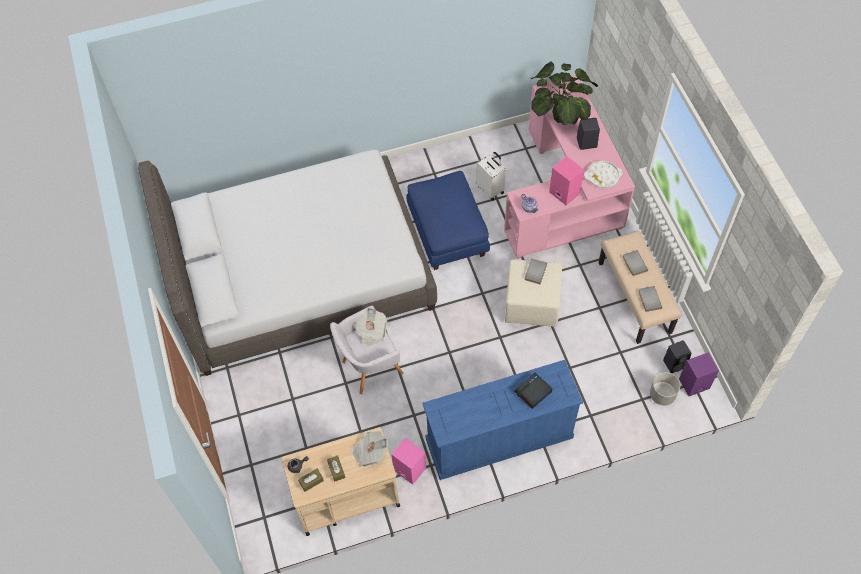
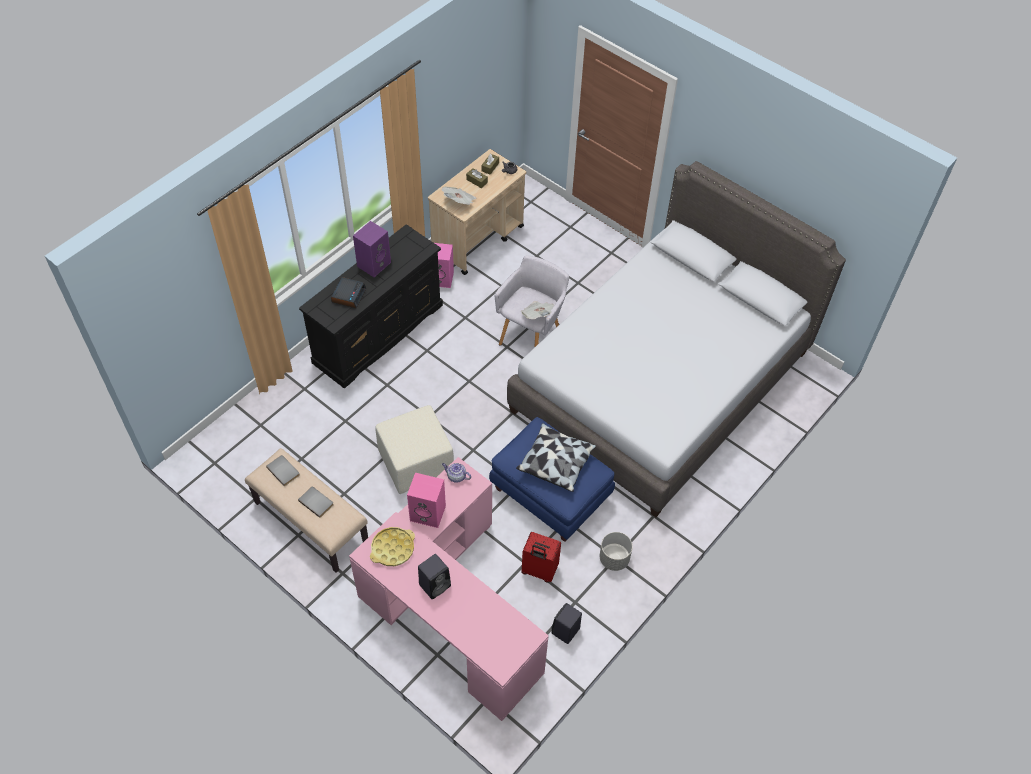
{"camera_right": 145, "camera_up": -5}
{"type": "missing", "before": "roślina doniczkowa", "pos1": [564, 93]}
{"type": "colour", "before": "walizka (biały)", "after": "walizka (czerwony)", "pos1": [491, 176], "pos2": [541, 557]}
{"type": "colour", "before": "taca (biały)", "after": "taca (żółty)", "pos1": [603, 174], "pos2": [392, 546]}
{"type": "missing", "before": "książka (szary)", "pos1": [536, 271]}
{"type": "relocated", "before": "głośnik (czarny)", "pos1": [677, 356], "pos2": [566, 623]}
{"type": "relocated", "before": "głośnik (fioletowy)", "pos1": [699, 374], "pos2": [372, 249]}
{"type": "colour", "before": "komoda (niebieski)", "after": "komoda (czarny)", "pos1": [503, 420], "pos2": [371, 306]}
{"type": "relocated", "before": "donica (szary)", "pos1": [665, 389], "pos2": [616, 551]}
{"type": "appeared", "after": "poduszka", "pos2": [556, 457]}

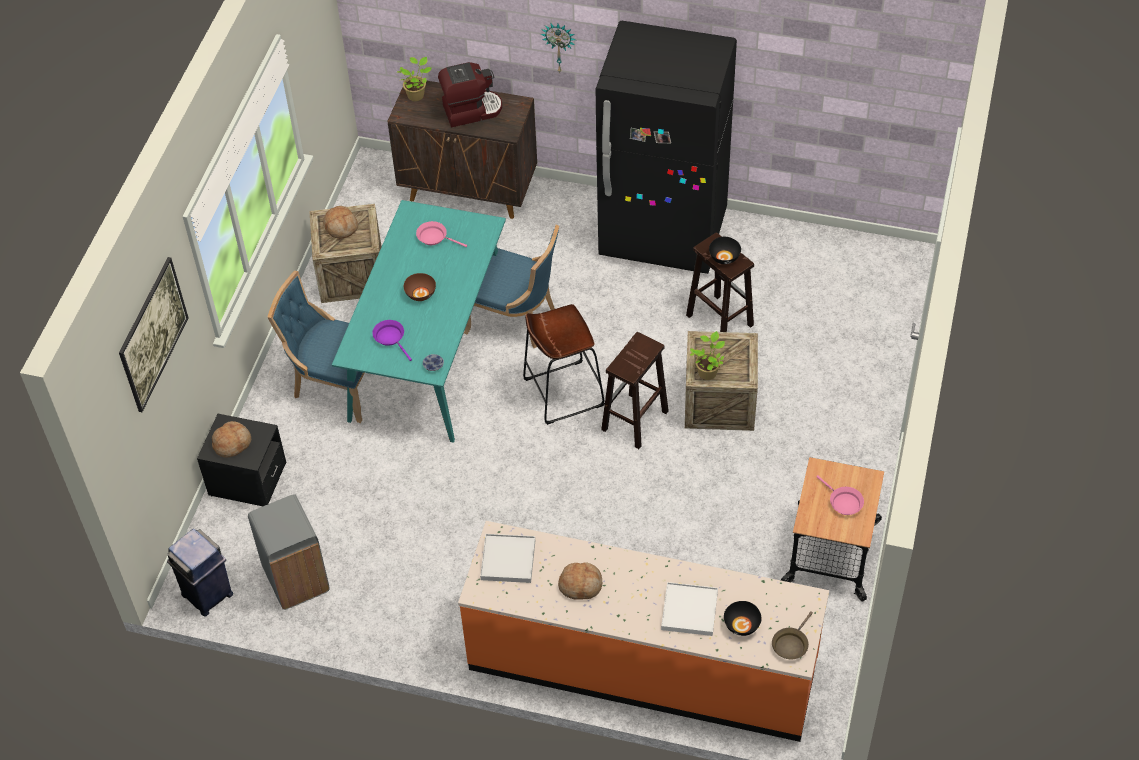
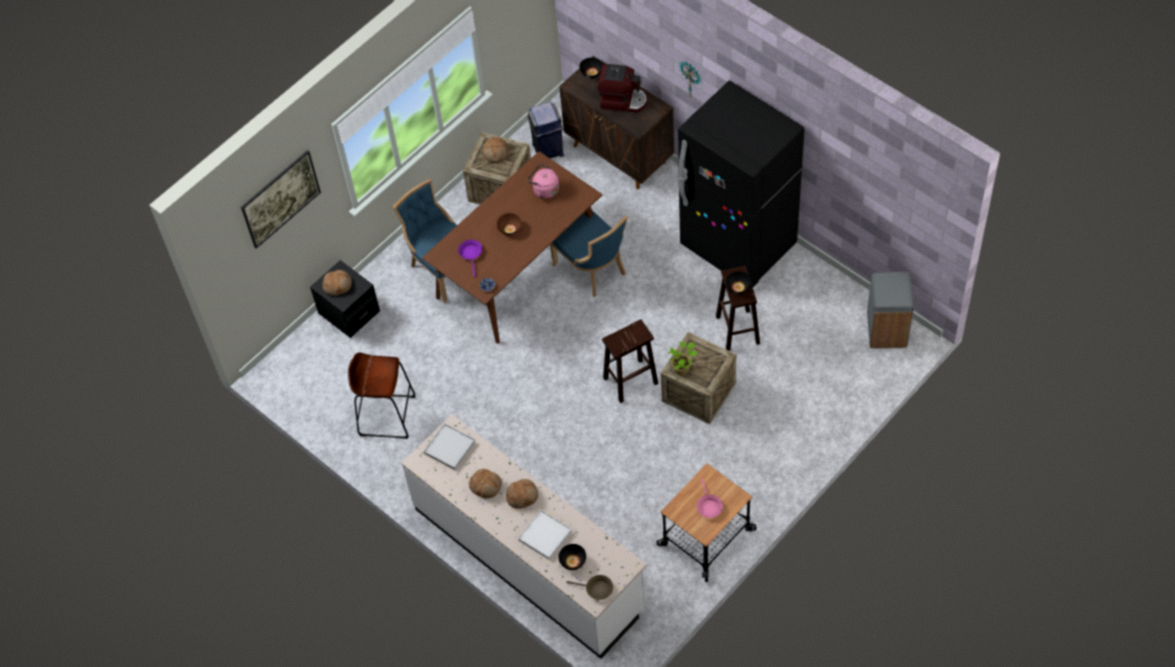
{"camera_right": 30, "camera_up": 5}
{"type": "exchanged", "before": "roślina doniczkowa", "after": "miska (czarny)", "pos1": [414, 79], "pos2": [591, 67]}
{"type": "colour", "before": "stół jadalny (turkusowy)", "after": "stół jadalny (brązowy)", "pos1": [419, 321], "pos2": [512, 247]}
{"type": "exchanged", "before": "patelnia (różowy)", "after": "czajnik (różowy)", "pos1": [441, 234], "pos2": [543, 181]}
{"type": "relocated", "before": "stołek (brązowy)", "pos1": [564, 364], "pos2": [382, 395]}
{"type": "relocated", "before": "kosz na śmieci (szary)", "pos1": [289, 552], "pos2": [890, 310]}
{"type": "colour", "before": "zabudowa kuchenna (pomarańczowy)", "after": "zabudowa kuchenna (biały)", "pos1": [643, 631], "pos2": [524, 536]}
{"type": "relocated", "before": "kosz na śmieci (niebieski)", "pos1": [200, 572], "pos2": [545, 130]}
{"type": "spun", "before": "patelnia (brązowy)", "pos1": [792, 635], "pos2": [589, 587], "turn": -135}
{"type": "appeared", "after": "chleb", "pos2": [522, 494]}

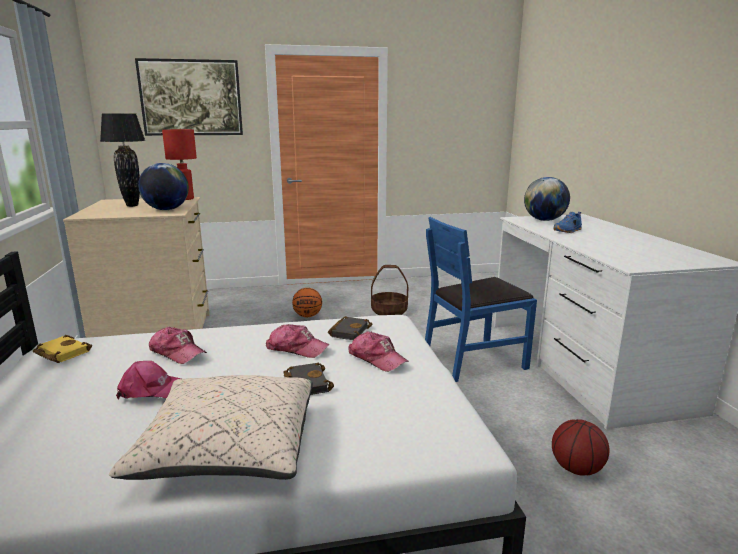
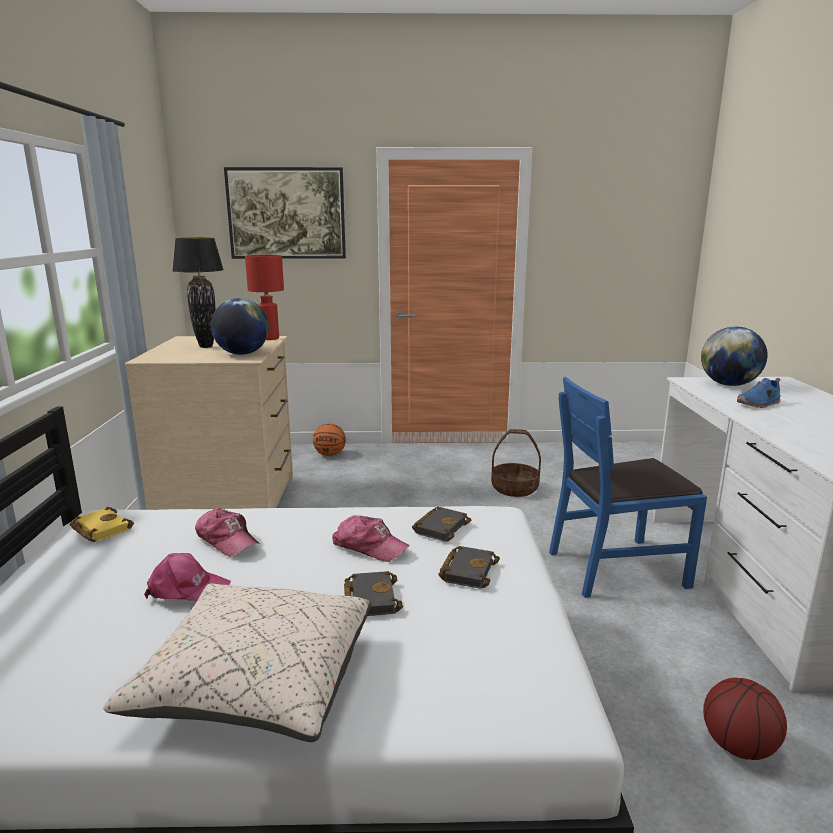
{"camera_right": 10, "camera_up": 0}
{"type": "relocated", "before": "piłka do koszykówki", "pos1": [307, 302], "pos2": [329, 440]}
{"type": "exchanged", "before": "czapka z daszkiem", "after": "książka (czarny)", "pos1": [378, 352], "pos2": [469, 567]}

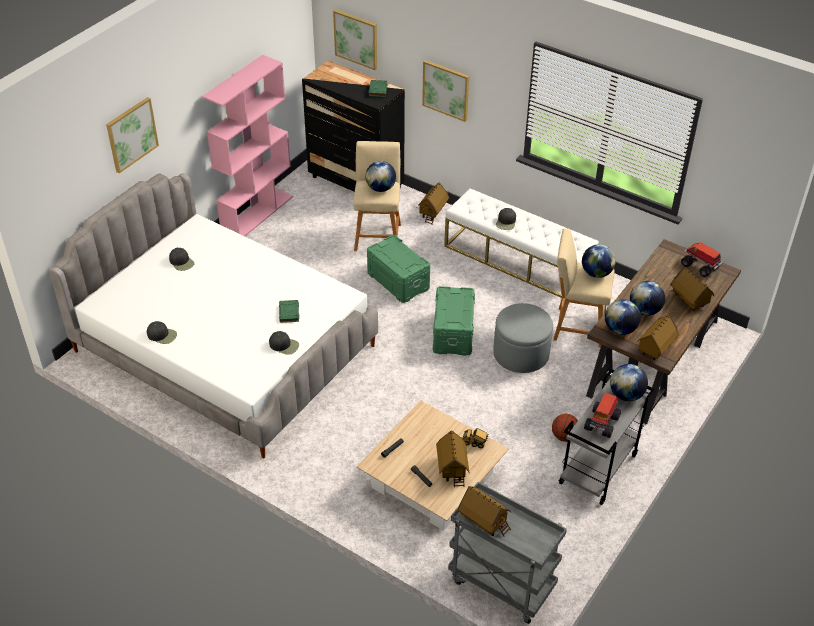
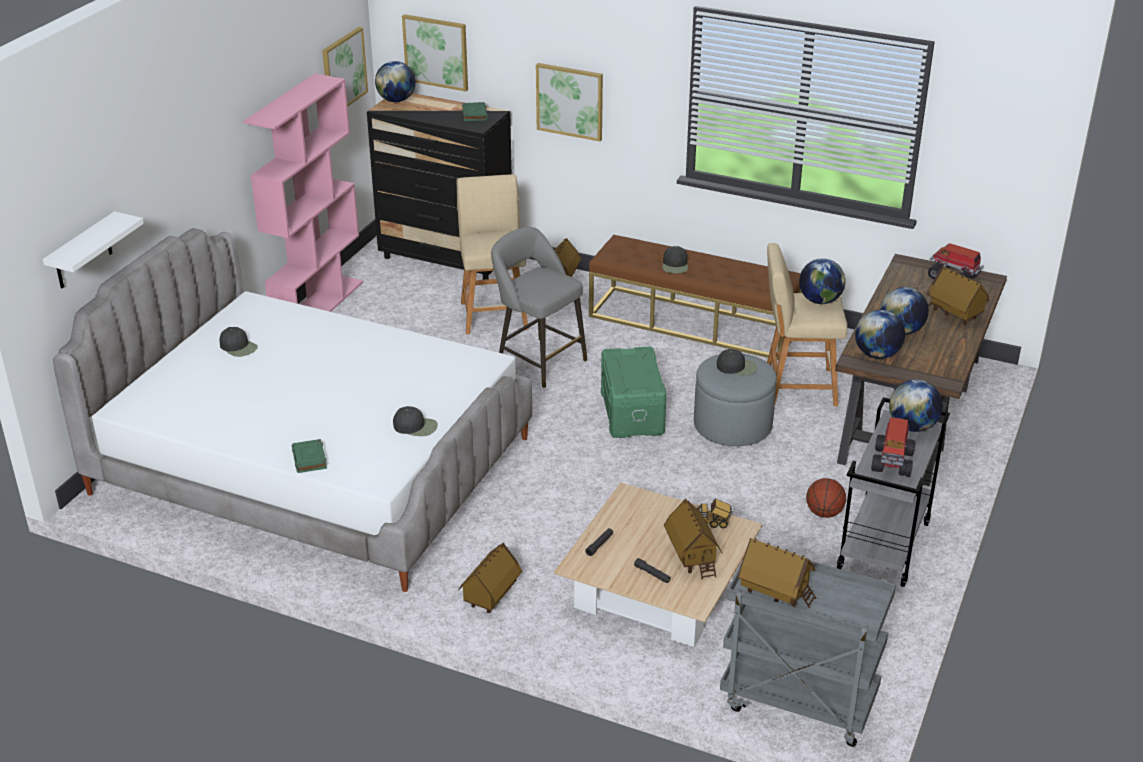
{"camera_right": -10, "camera_up": -10}
{"type": "relocated", "before": "obraz", "pos1": [132, 135], "pos2": [345, 66]}
{"type": "relocated", "before": "globus", "pos1": [380, 176], "pos2": [395, 81]}
{"type": "colour", "before": "ławka (biały)", "after": "ławka (brązowy)", "pos1": [521, 243], "pos2": [695, 297]}
{"type": "exchanged", "before": "pojemnik do przechowywania (zielony)", "after": "stołek (szary)", "pos1": [398, 269], "pos2": [539, 307]}
{"type": "relocated", "before": "książka (zielony)", "pos1": [289, 311], "pos2": [309, 456]}
{"type": "relocated", "before": "domek", "pos1": [657, 337], "pos2": [490, 578]}
{"type": "relocated", "before": "czapka z daszkiem (czarny)", "pos1": [162, 332], "pos2": [737, 362]}
{"type": "appeared", "after": "półka (biały)", "pos2": [93, 249]}

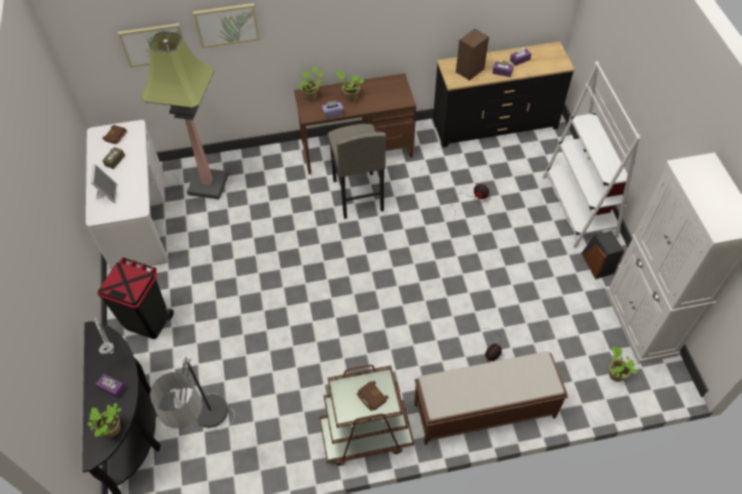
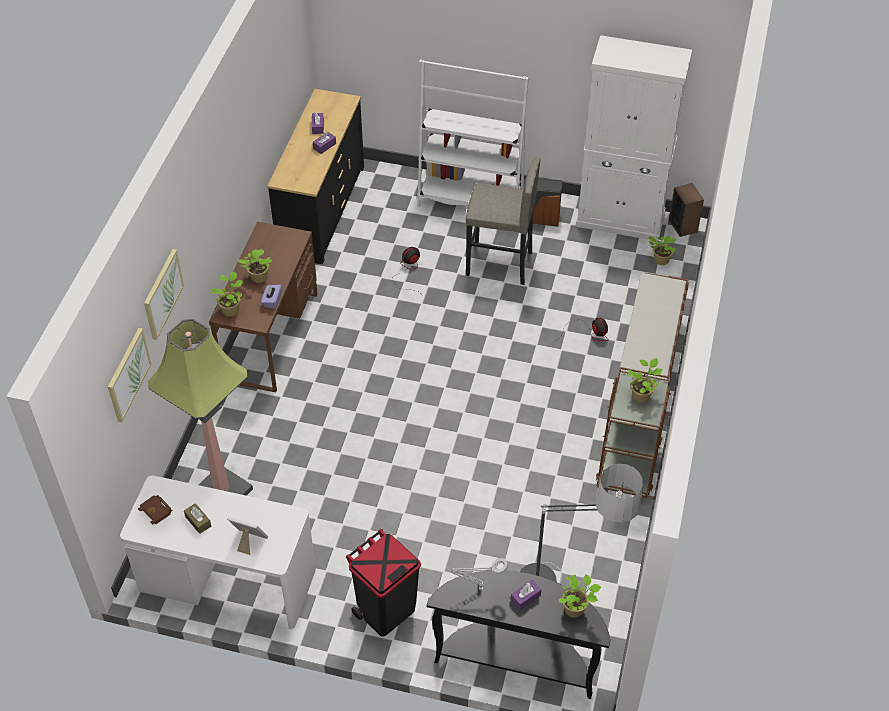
{"camera_right": -65, "camera_up": -5}
{"type": "relocated", "before": "głośnik", "pos1": [472, 55], "pos2": [686, 210]}
{"type": "relocated", "before": "stołek (szary)", "pos1": [357, 171], "pos2": [503, 221]}
{"type": "exchanged", "before": "książka (brązowy)", "after": "roślina doniczkowa", "pos1": [373, 396], "pos2": [645, 380]}

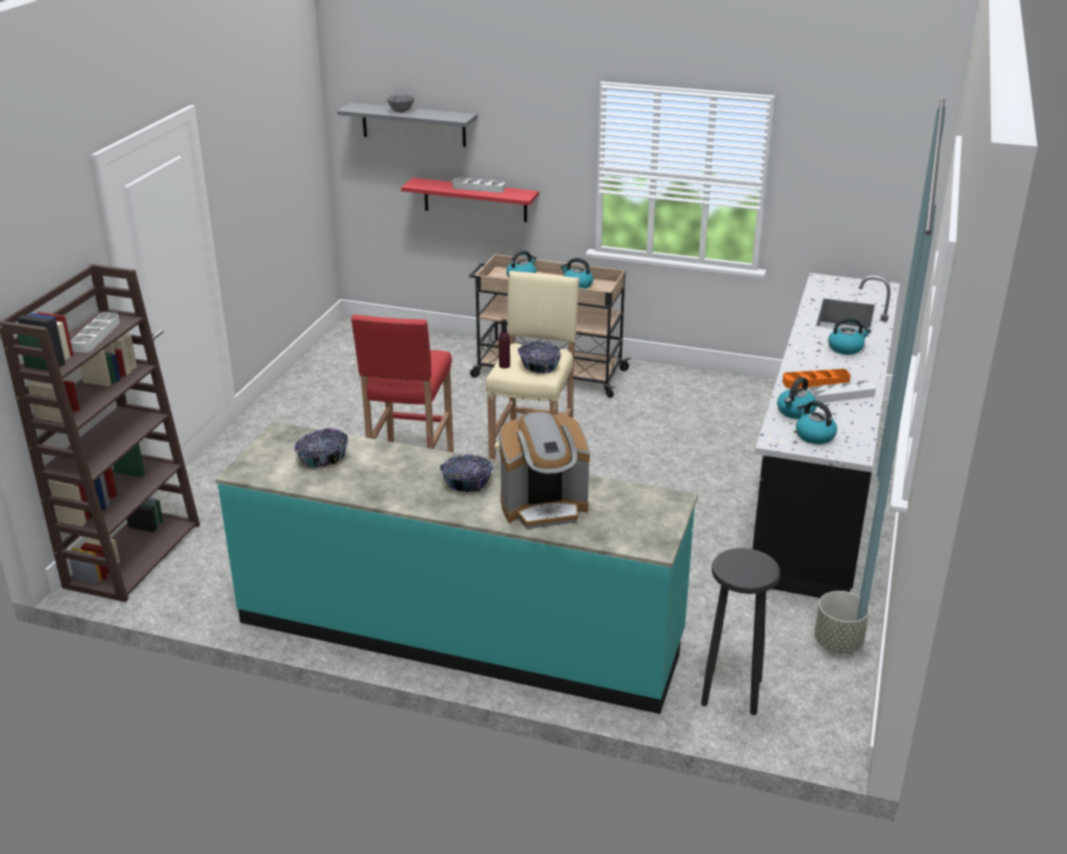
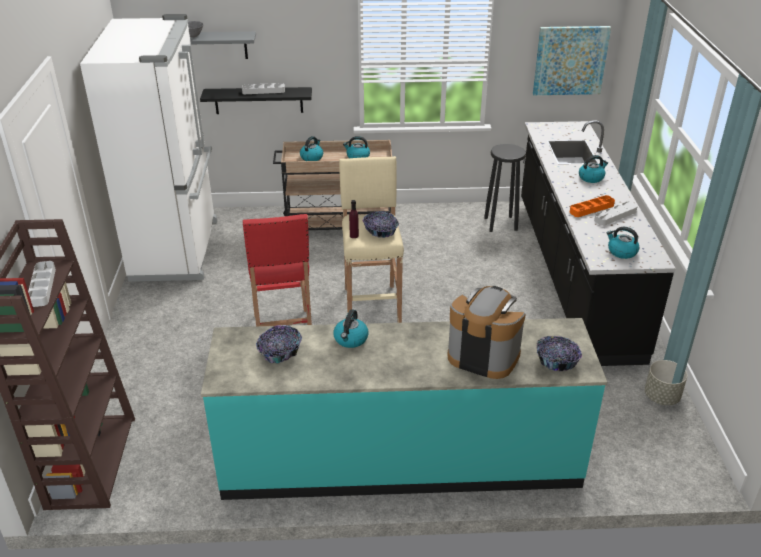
{"camera_right": -20, "camera_up": 5}
{"type": "colour", "before": "półka (czerwony)", "after": "półka (czarny)", "pos1": [470, 200], "pos2": [256, 100]}
{"type": "relocated", "before": "czajnik", "pos1": [797, 398], "pos2": [351, 328]}
{"type": "spun", "before": "ekspres do kawy", "pos1": [544, 469], "pos2": [486, 332], "turn": -120}
{"type": "relocated", "before": "miska", "pos1": [466, 473], "pos2": [559, 353]}
{"type": "relocated", "before": "stołek (czarny)", "pos1": [740, 631], "pos2": [505, 188]}
{"type": "appeared", "after": "lodówka (biały)", "pos2": [149, 148]}
{"type": "appeared", "after": "obraz", "pos2": [572, 60]}

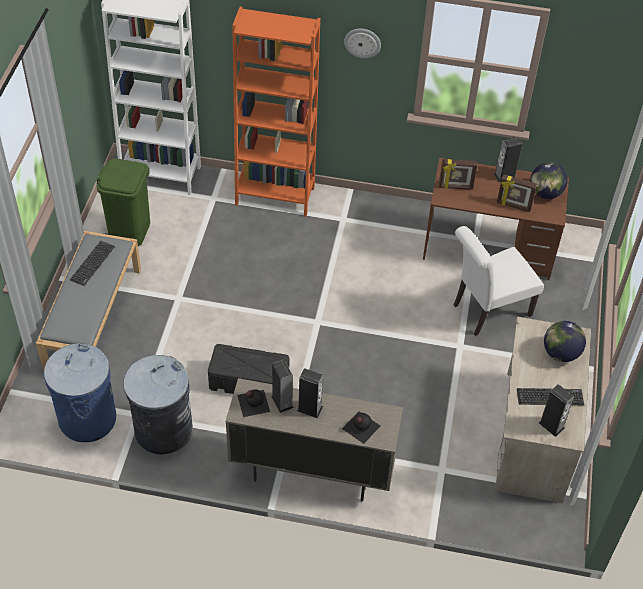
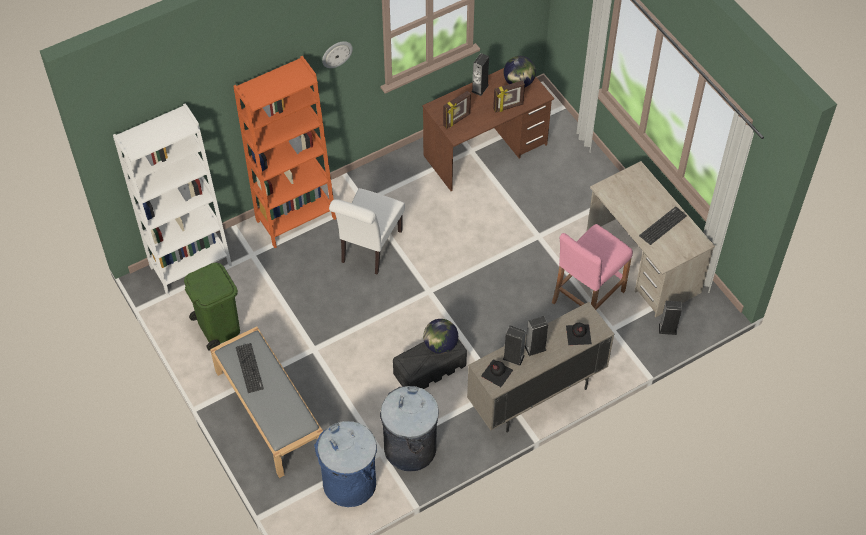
{"camera_right": -40, "camera_up": 5}
{"type": "relocated", "before": "krzesło (biały)", "pos1": [499, 281], "pos2": [367, 231]}
{"type": "relocated", "before": "globus", "pos1": [565, 341], "pos2": [440, 336]}
{"type": "relocated", "before": "głośnik", "pos1": [556, 410], "pos2": [670, 318]}
{"type": "appeared", "after": "stołek (różowy)", "pos2": [592, 267]}

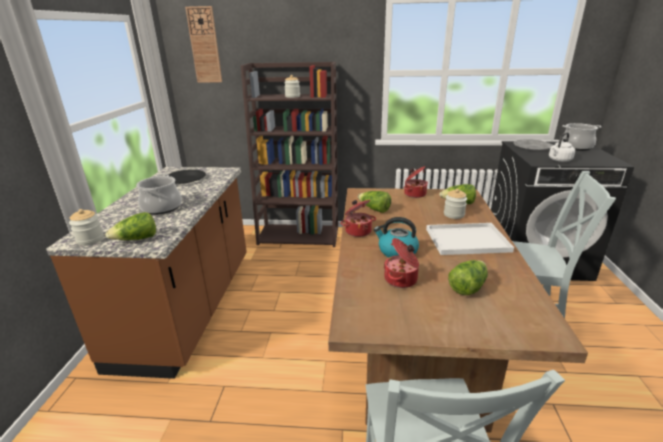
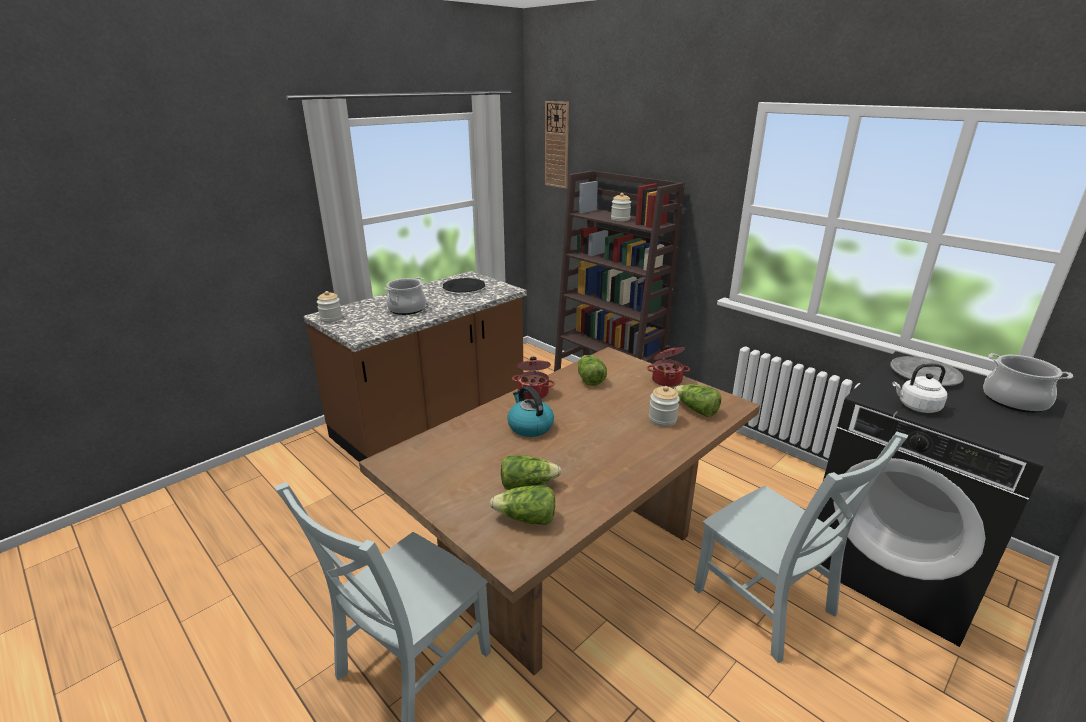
{"camera_right": 40, "camera_up": 0}
{"type": "relocated", "before": "sałata", "pos1": [131, 226], "pos2": [522, 505]}
{"type": "missing", "before": "taca (biały)", "pos1": [470, 239]}
{"type": "missing", "before": "garnek", "pos1": [401, 263]}

